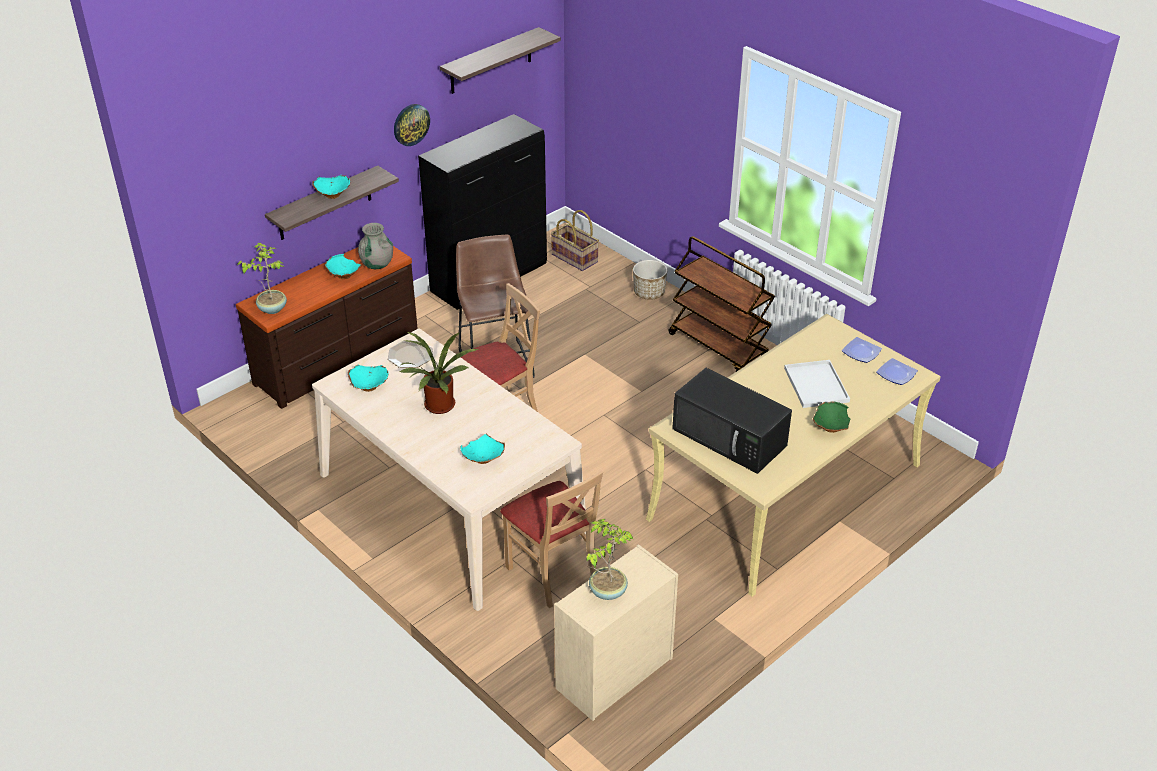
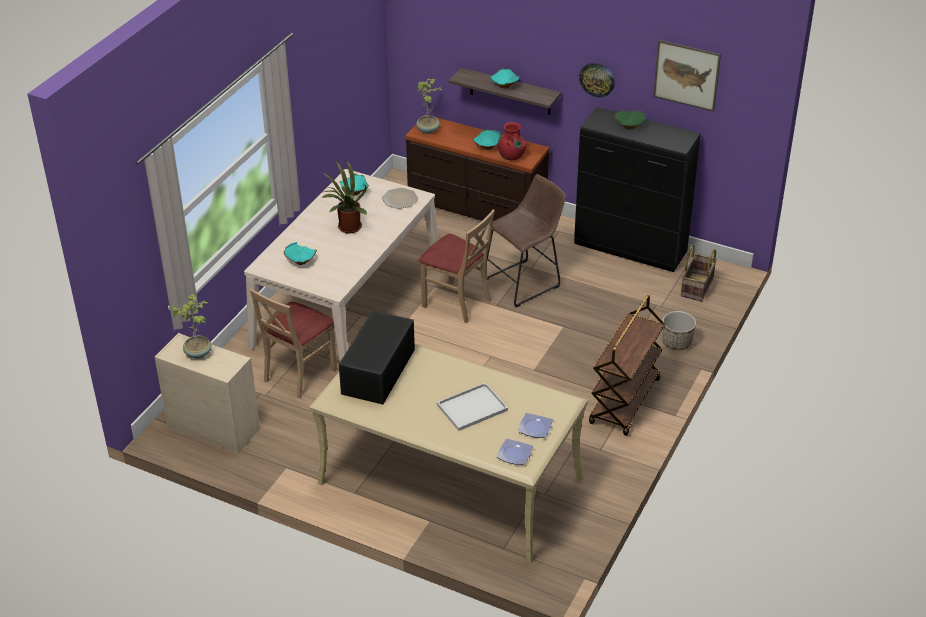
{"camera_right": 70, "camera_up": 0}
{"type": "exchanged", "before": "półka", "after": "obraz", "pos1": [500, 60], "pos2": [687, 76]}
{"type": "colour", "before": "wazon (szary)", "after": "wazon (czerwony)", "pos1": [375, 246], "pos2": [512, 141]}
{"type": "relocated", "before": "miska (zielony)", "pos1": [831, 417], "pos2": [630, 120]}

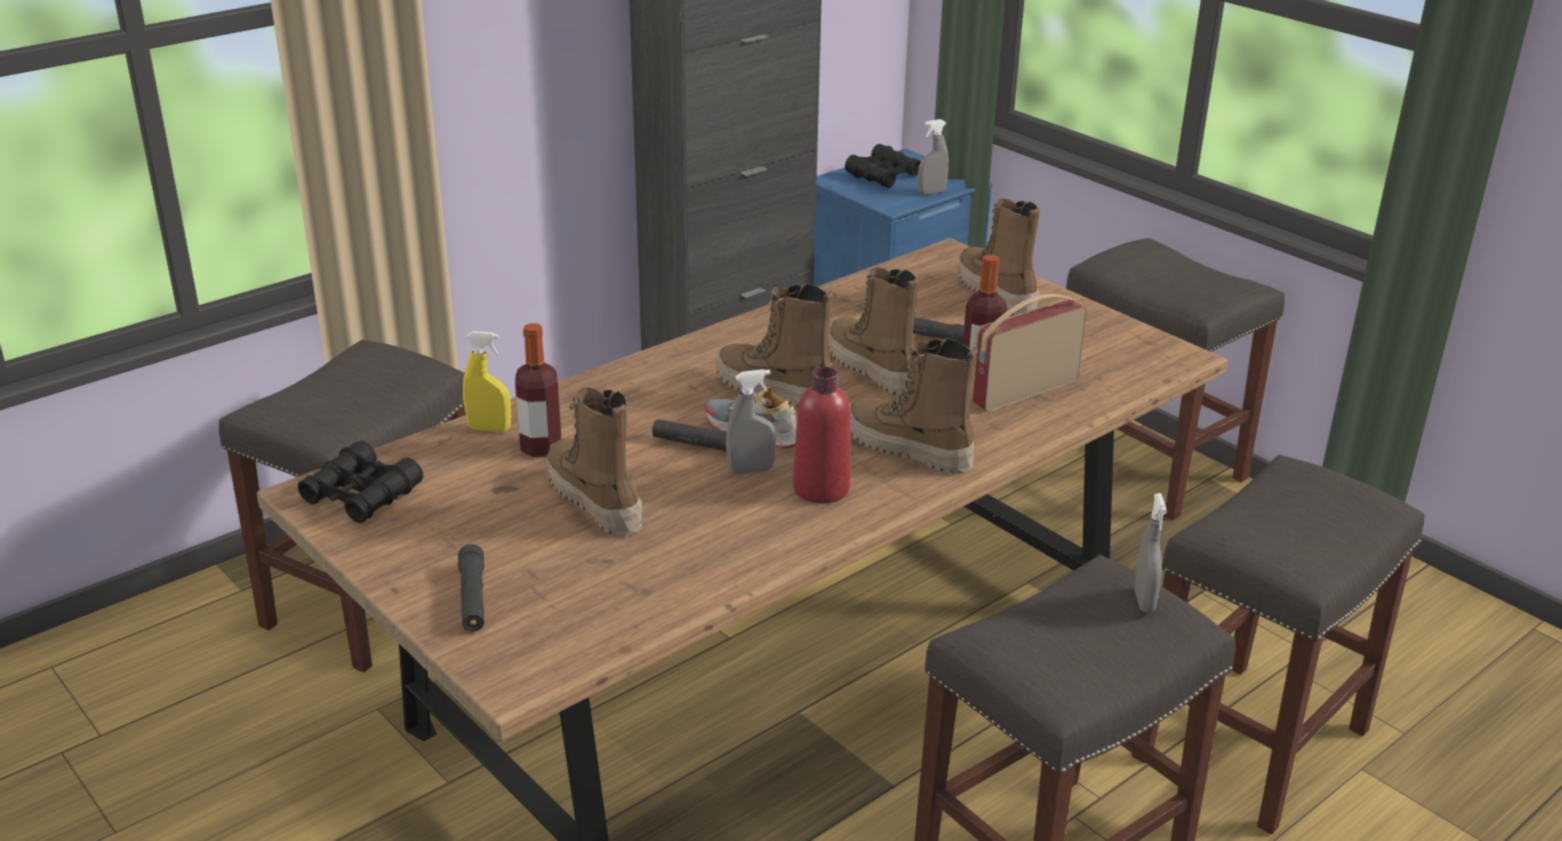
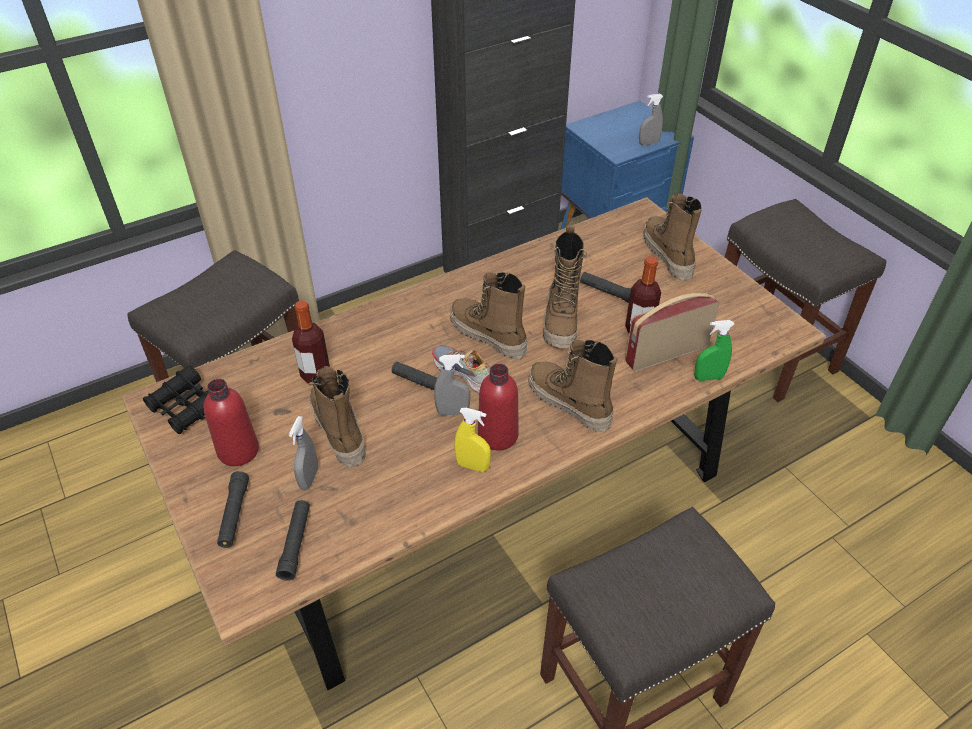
{"camera_right": 10, "camera_up": 15}
{"type": "missing", "before": "lornetka (czarny)", "pos1": [883, 166]}
{"type": "spun", "before": "but z cholewką", "pos1": [874, 331], "pos2": [565, 287], "turn": -150}
{"type": "relocated", "before": "spryskiwacz (żółty)", "pos1": [487, 381], "pos2": [472, 440]}
{"type": "missing", "before": "stołek (szary)", "pos1": [1277, 645]}
{"type": "relocated", "before": "spryskiwacz (szary)", "pos1": [1150, 553], "pos2": [303, 453]}
{"type": "appeared", "after": "spryskiwacz (zielony)", "pos2": [714, 350]}
{"type": "appeared", "after": "butelka (czerwony)", "pos2": [231, 422]}
{"type": "appeared", "after": "latarka (czarny)", "pos2": [293, 540]}

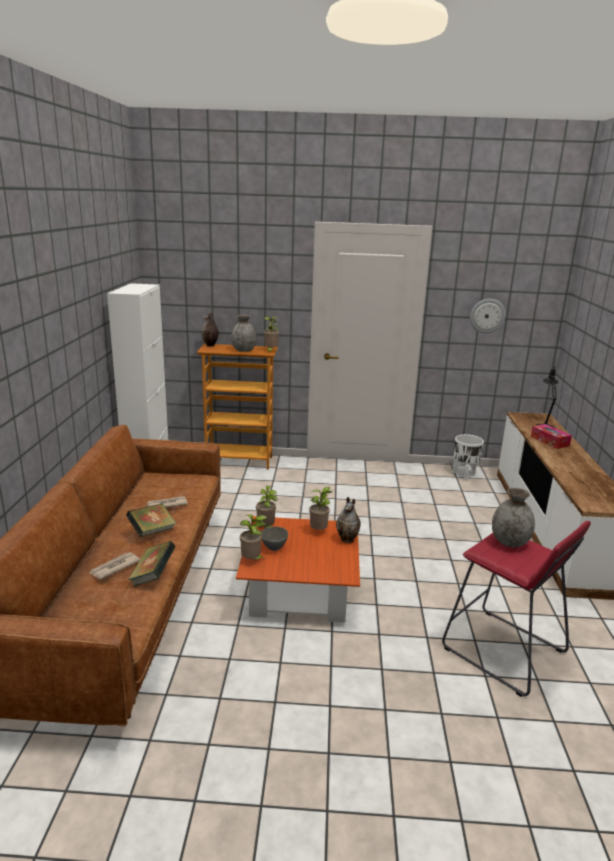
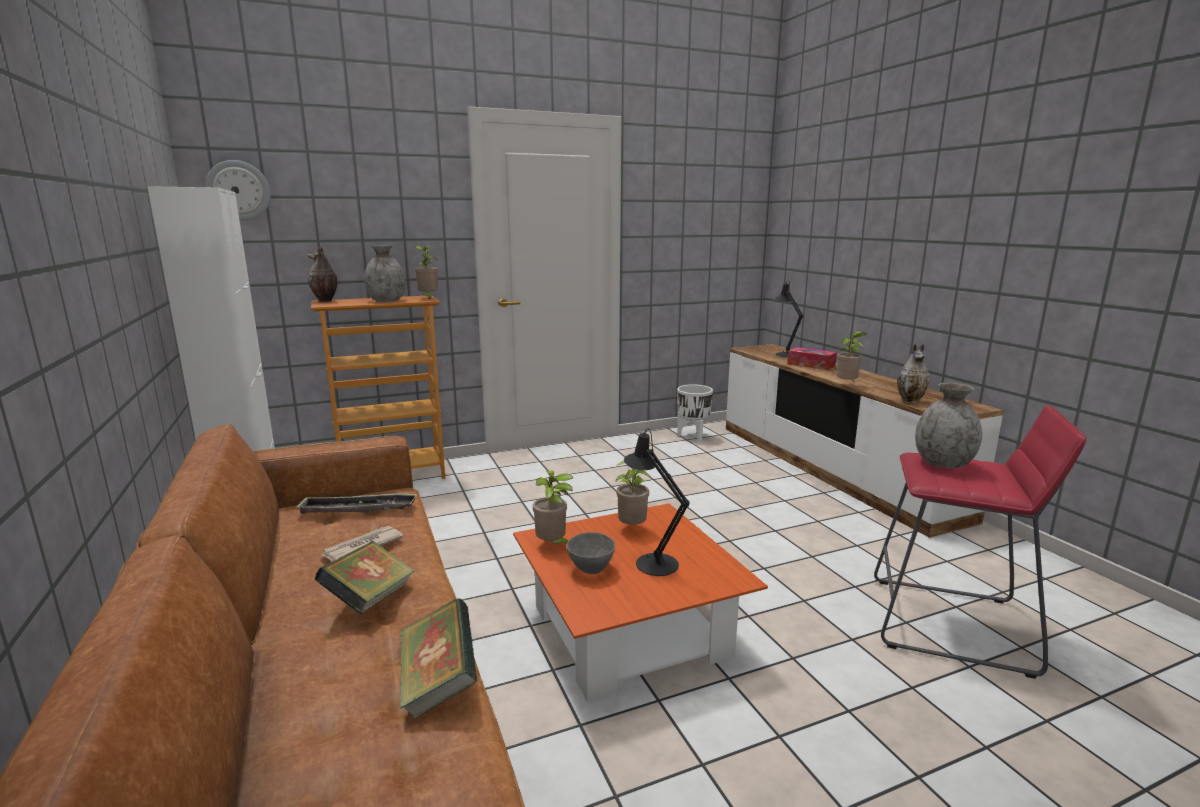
{"camera_right": -25, "camera_up": -5}
{"type": "relocated", "before": "zegar ścienny", "pos1": [488, 316], "pos2": [238, 190]}
{"type": "relocated", "before": "wazon", "pos1": [348, 520], "pos2": [913, 374]}
{"type": "relocated", "before": "roślina doniczkowa", "pos1": [253, 537], "pos2": [851, 356]}
{"type": "missing", "before": "gazeta", "pos1": [115, 565]}
{"type": "appeared", "after": "lampa stołowa (czarny)", "pos2": [657, 502]}
{"type": "appeared", "after": "taca", "pos2": [356, 503]}

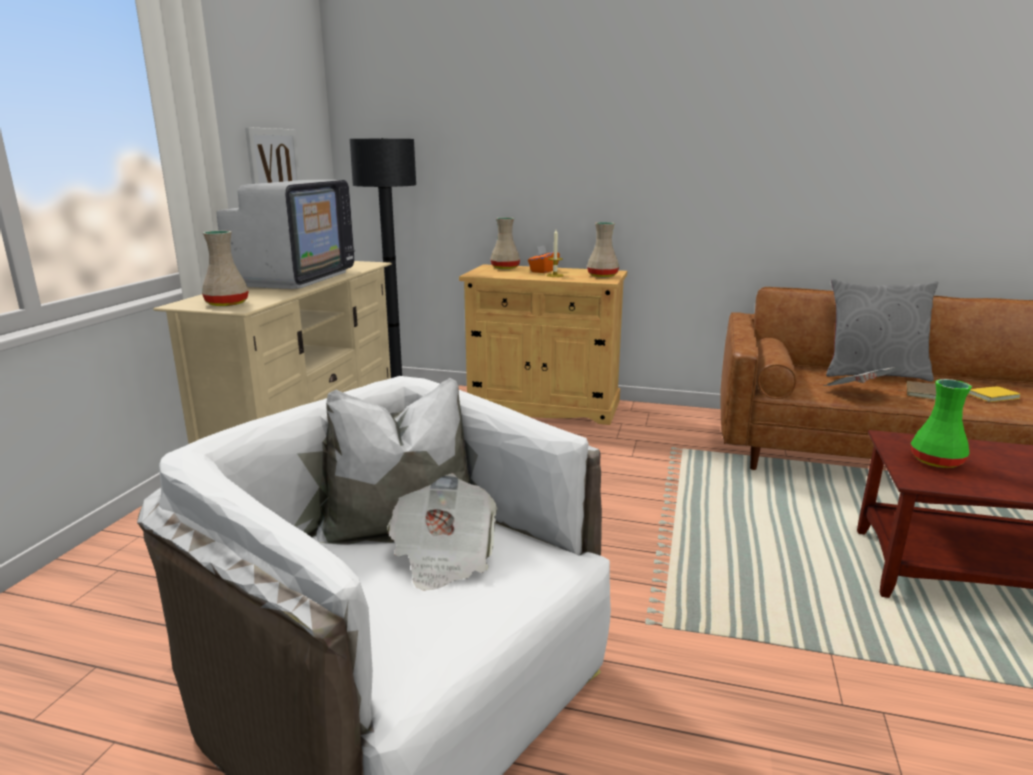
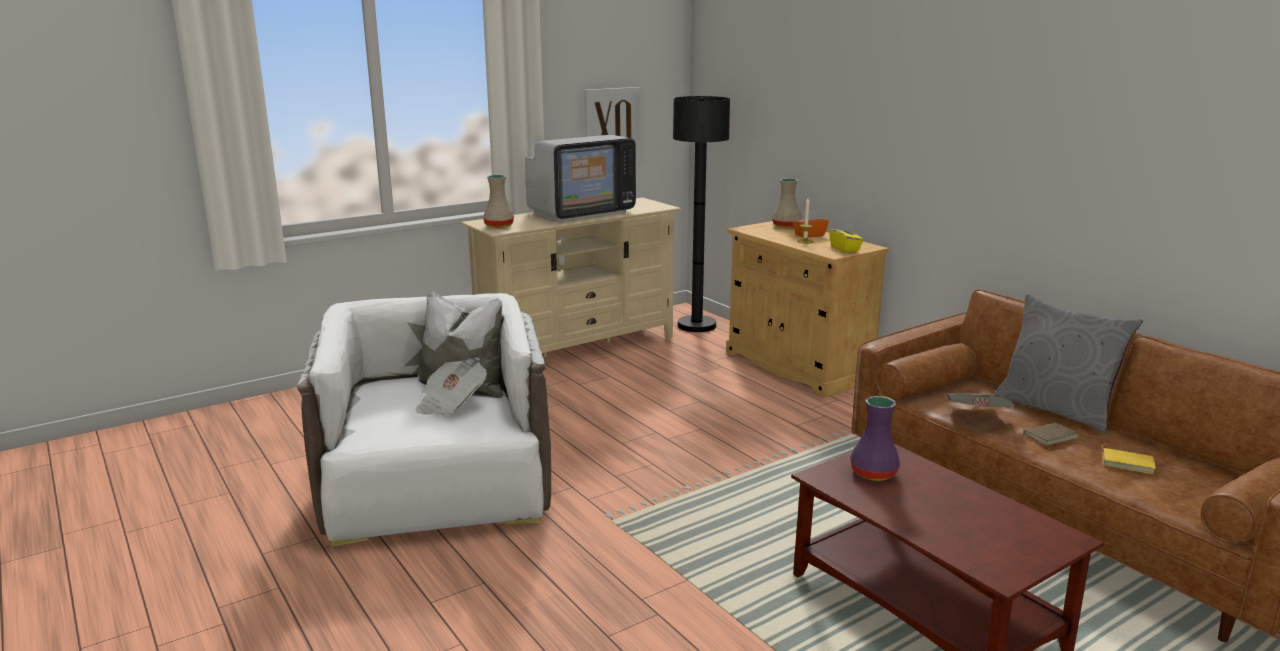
{"camera_right": 40, "camera_up": 0}
{"type": "exchanged", "before": "wazon (beżowy)", "after": "pudełko chusteczek (żółty)", "pos1": [603, 249], "pos2": [846, 238]}
{"type": "colour", "before": "wazon (zielony)", "after": "wazon (fioletowy)", "pos1": [941, 423], "pos2": [875, 438]}

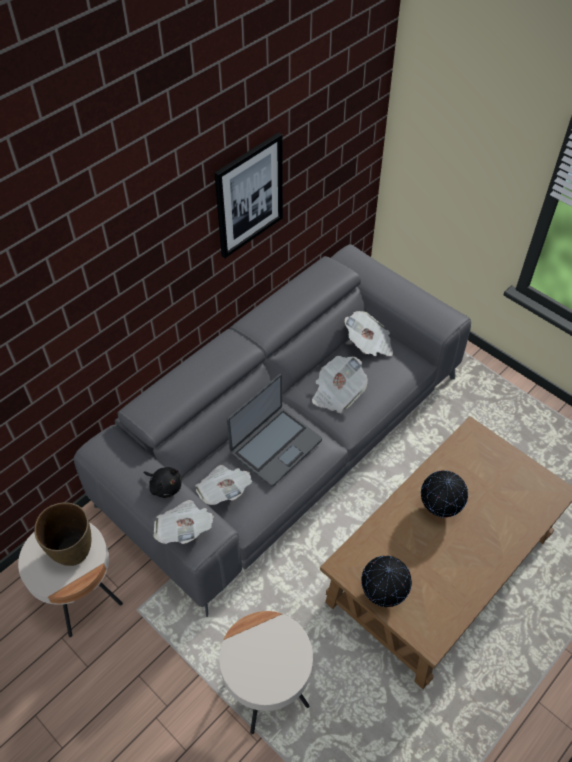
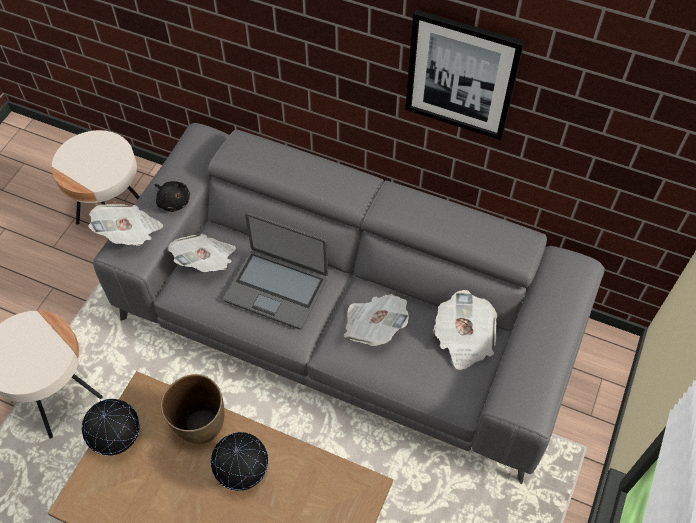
{"camera_right": 70, "camera_up": 5}
{"type": "spun", "before": "pluszak (czarny)", "pos1": [163, 482], "pos2": [172, 196], "turn": -60}
{"type": "relocated", "before": "wazon (brązowy)", "pos1": [62, 534], "pos2": [192, 409]}

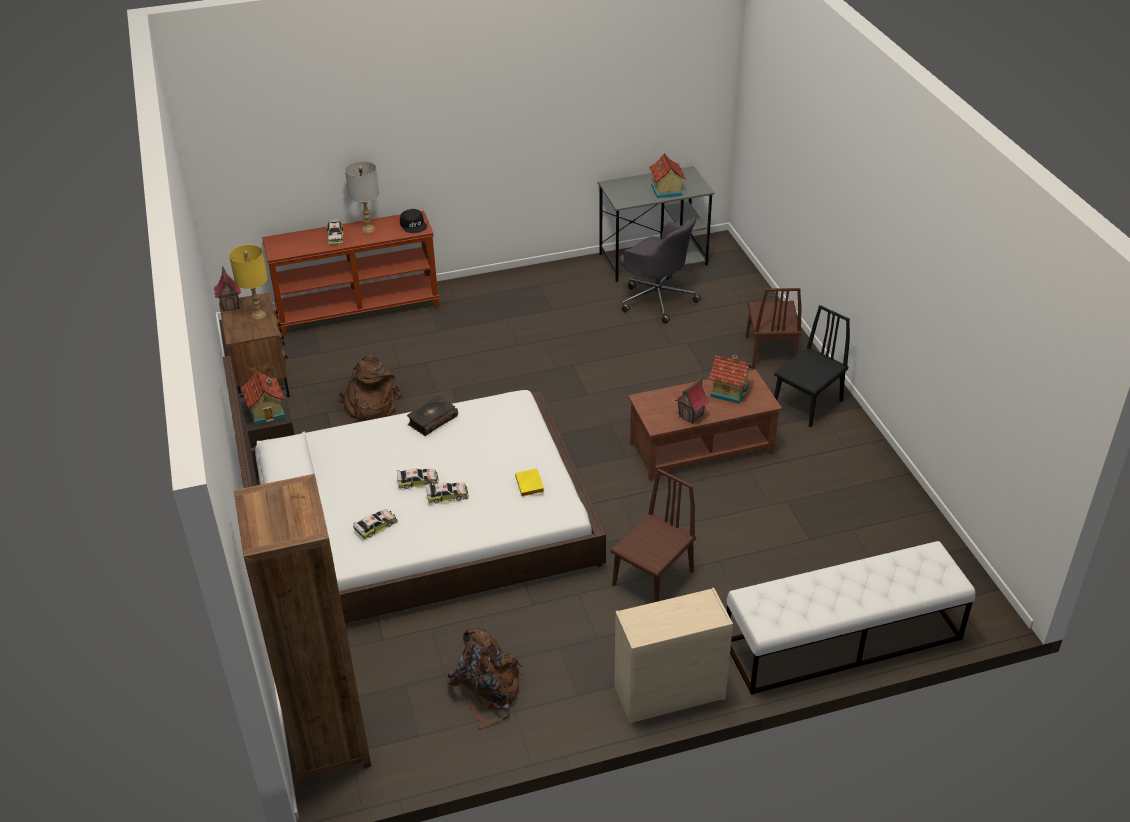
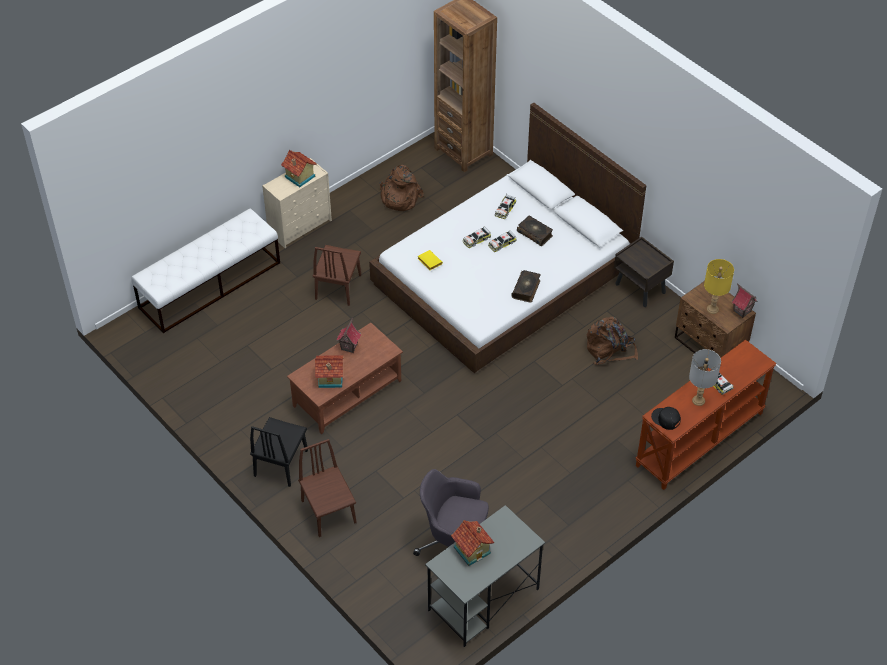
{"camera_right": 155, "camera_up": 10}
{"type": "relocated", "before": "domek", "pos1": [263, 397], "pos2": [299, 168]}
{"type": "appeared", "after": "książka", "pos2": [535, 231]}

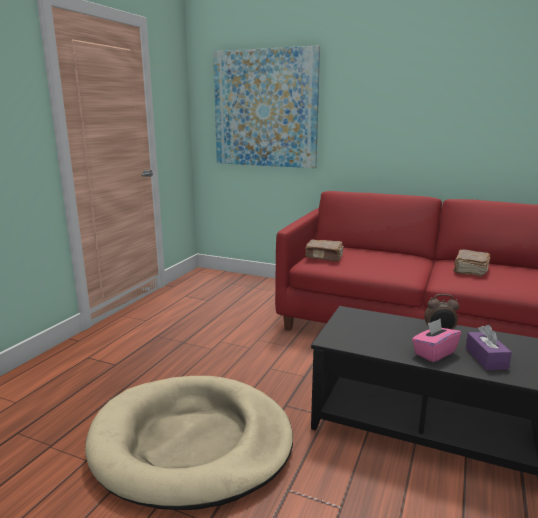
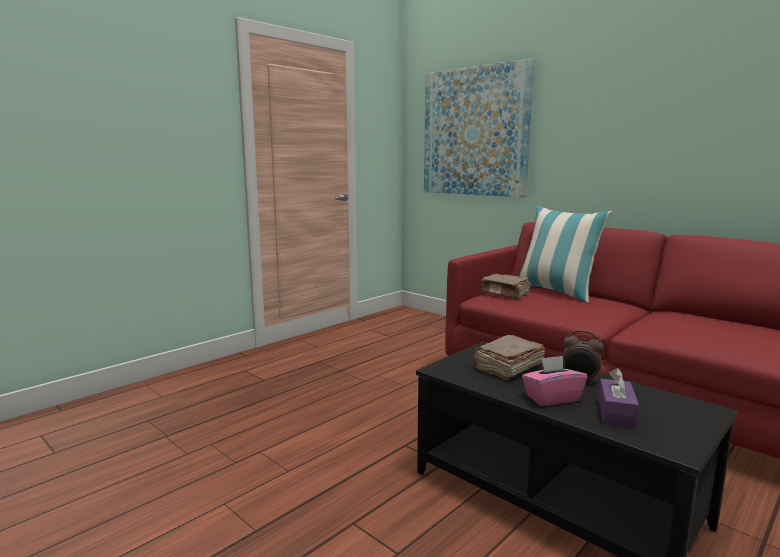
{"camera_right": 20, "camera_up": -5}
{"type": "relocated", "before": "książka (brązowy)", "pos1": [471, 263], "pos2": [509, 357]}
{"type": "missing", "before": "legowisko (beżowy)", "pos1": [189, 443]}
{"type": "appeared", "after": "poduszka", "pos2": [565, 254]}

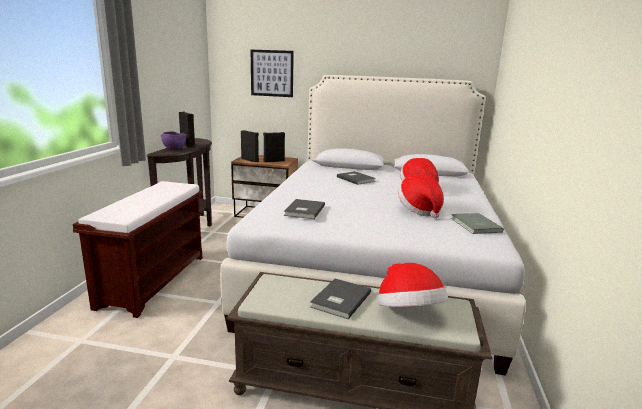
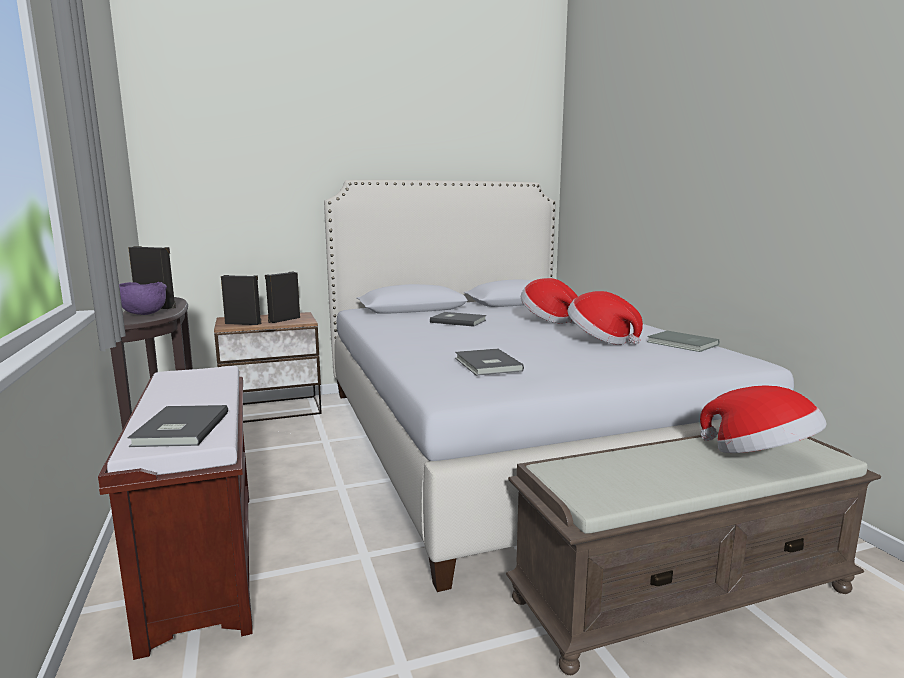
{"camera_right": -30, "camera_up": -5}
{"type": "missing", "before": "obraz", "pos1": [272, 73]}
{"type": "relocated", "before": "książka (szary)", "pos1": [340, 298], "pos2": [178, 426]}

